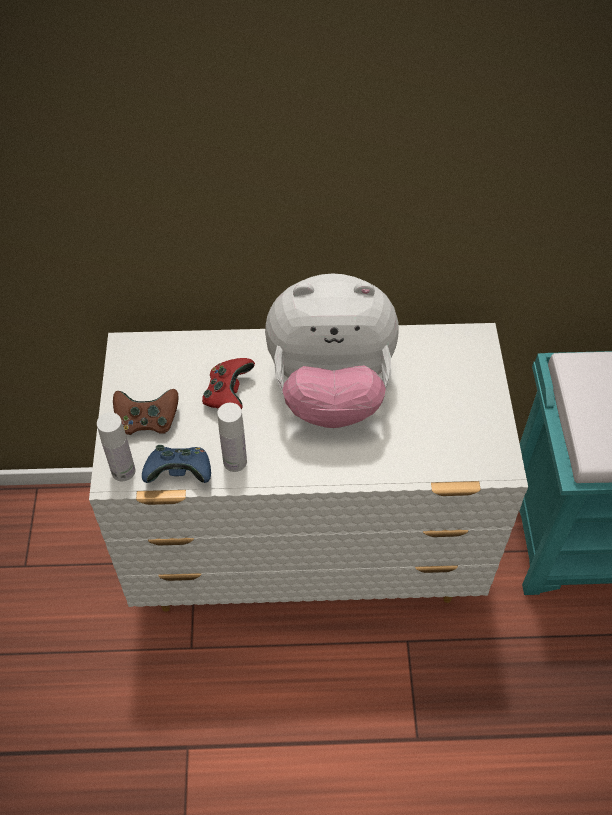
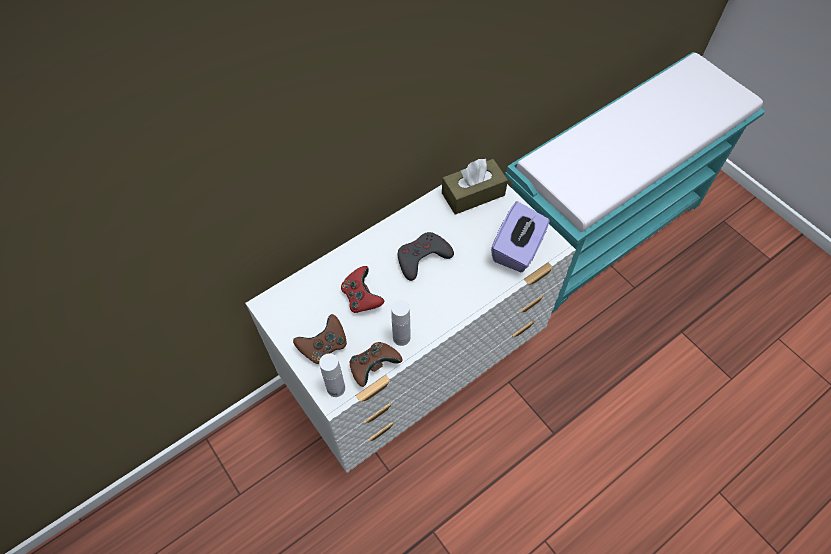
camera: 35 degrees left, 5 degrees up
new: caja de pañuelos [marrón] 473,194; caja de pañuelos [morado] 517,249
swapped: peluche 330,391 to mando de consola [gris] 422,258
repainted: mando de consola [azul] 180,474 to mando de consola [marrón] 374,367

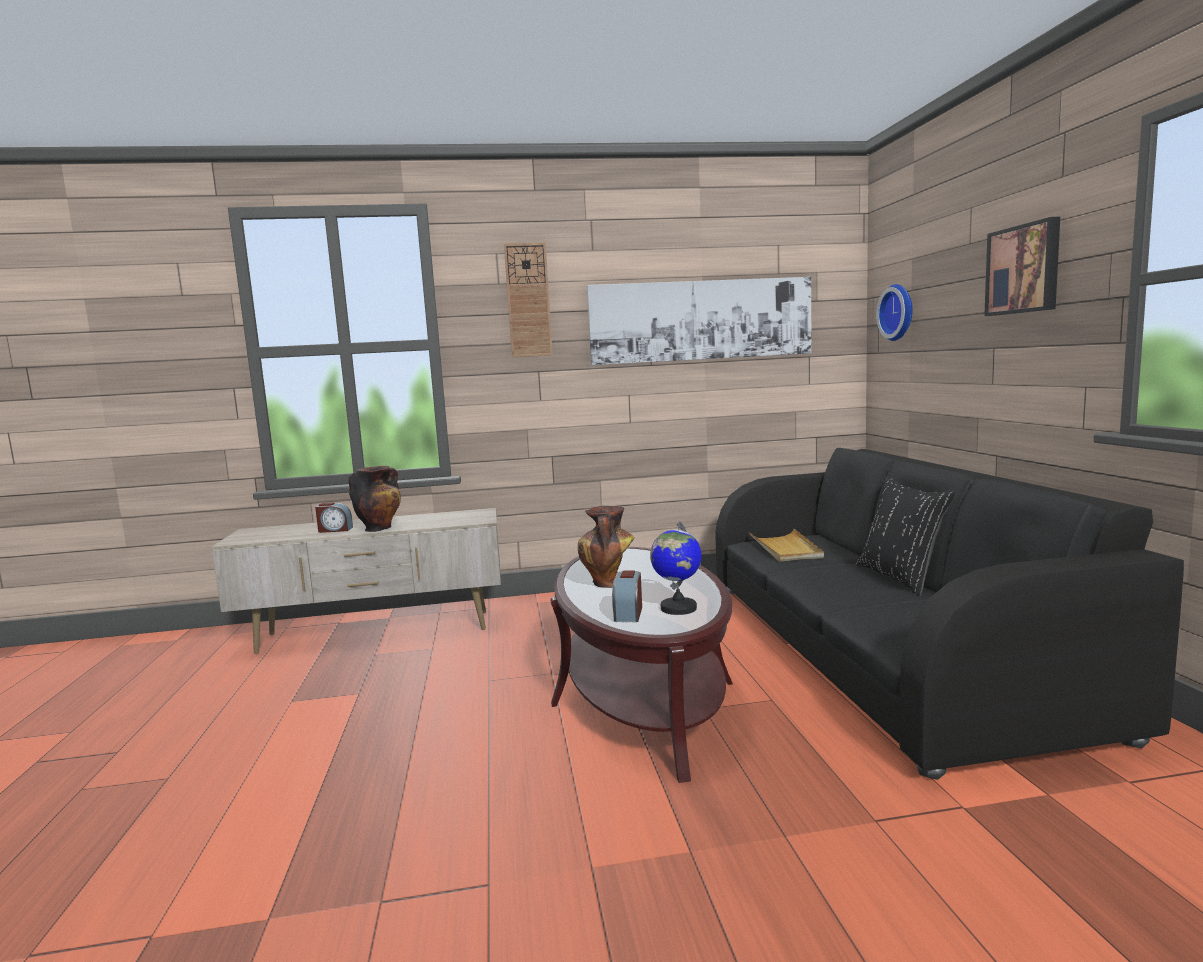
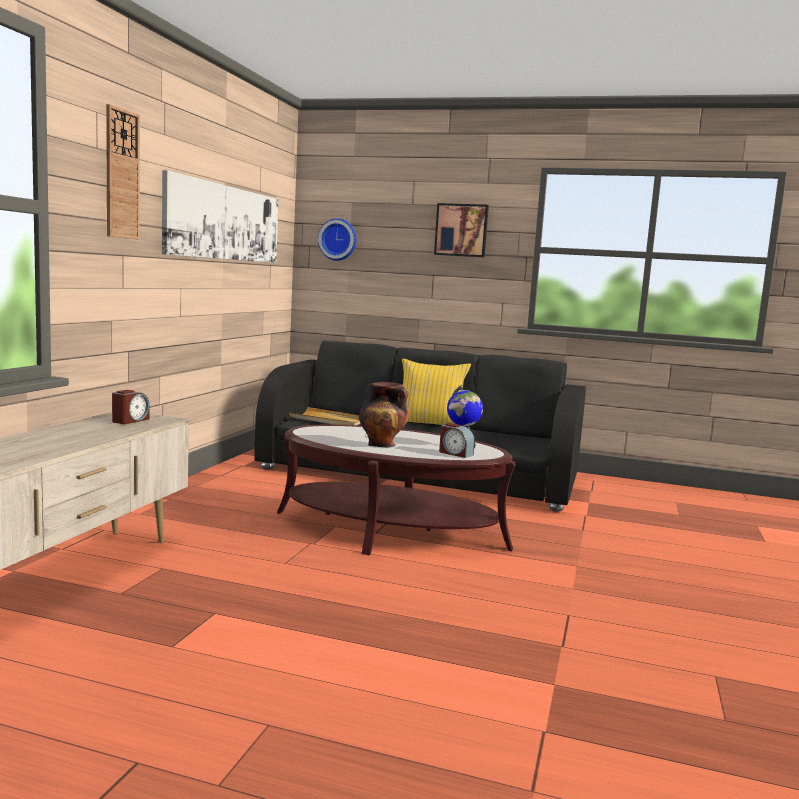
camera: 65 degrees left, 0 degrees up
gone: florero 379,528
shifted: despertador 335,530 to 130,420
repainted: cojín [negro] 901,578 to cojín [amarillo] 429,425

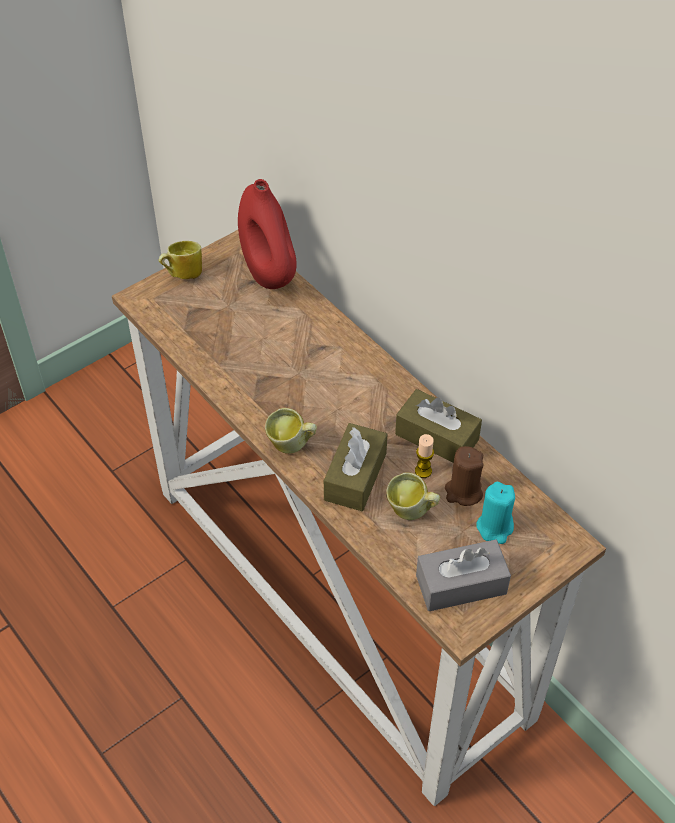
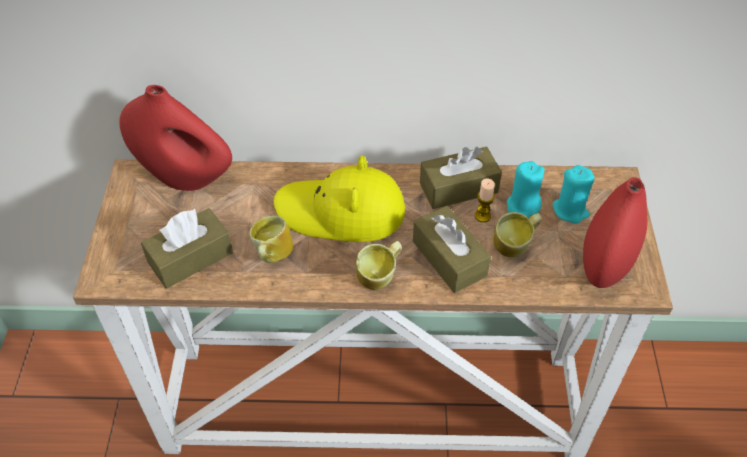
camera: 50 degrees left, 0 degrees up
new: caja de pañuelos [marrón] 190,258; sombrero [amarillo] 341,212
shifted: taza grande 182,274 to 271,256
swapped: caja de pañuelos [gris] 461,584 to florero [rojo] 605,263
repainted: vela [marrón] 463,492 to vela [turquesa] 523,206

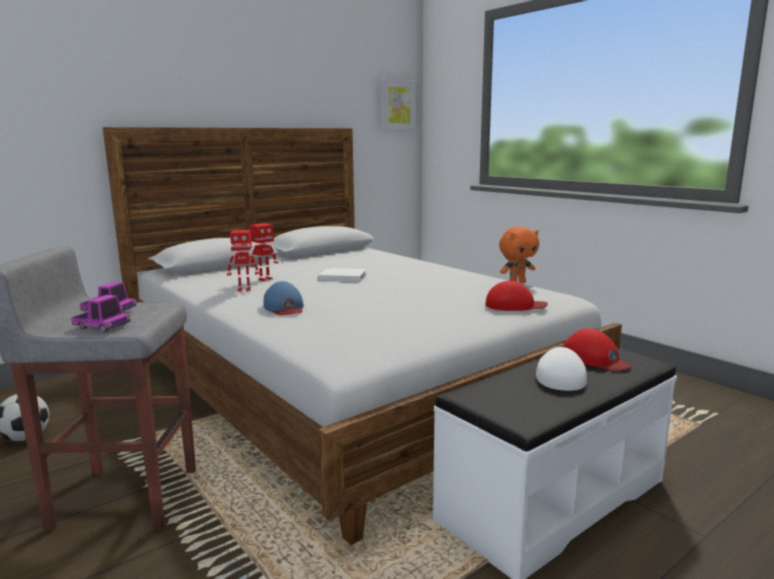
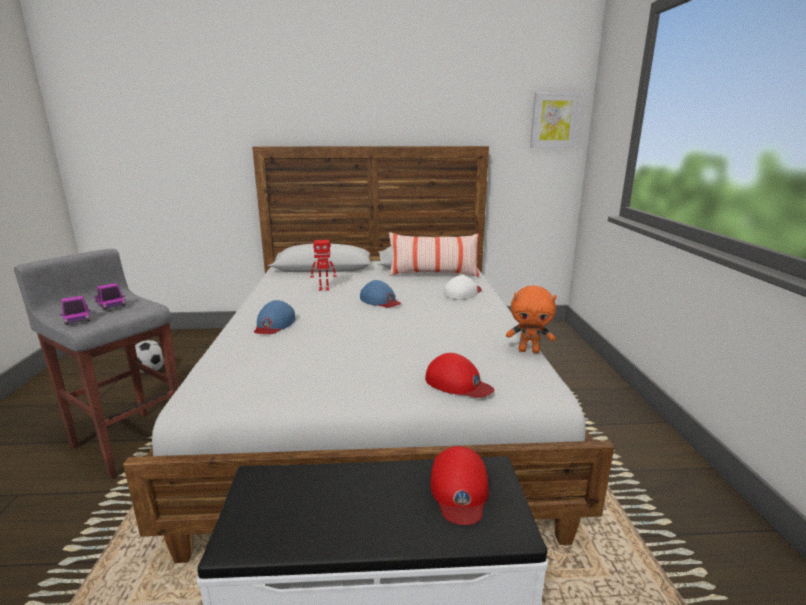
camera: 35 degrees right, 5 degrees up
gone: robot de juguete 244,289
new: cojín 433,274
shifted: gorra [blanco] 560,375 to 463,293
swapped: libro [blanco] 342,277 to gorra [azul] 380,300

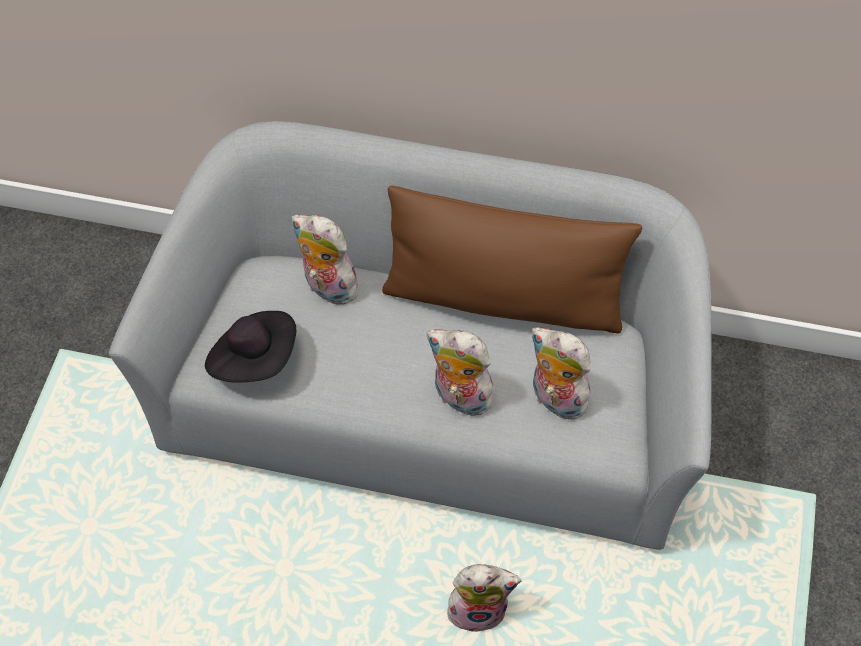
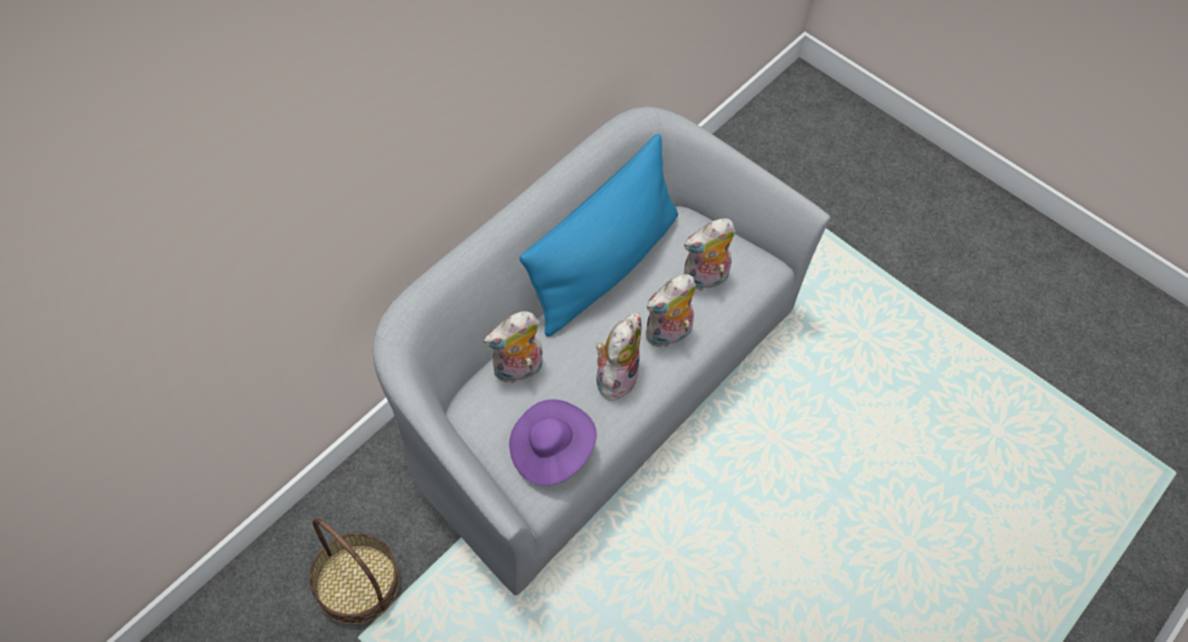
camera: 65 degrees left, 0 degrees up
new: cesta 356,583
shifted: peluche 478,608 to 615,376
repainted: sombrero [negro] 255,358 to sombrero [morado] 550,451; cojín [marrón] 503,298 to cojín [azul] 603,266

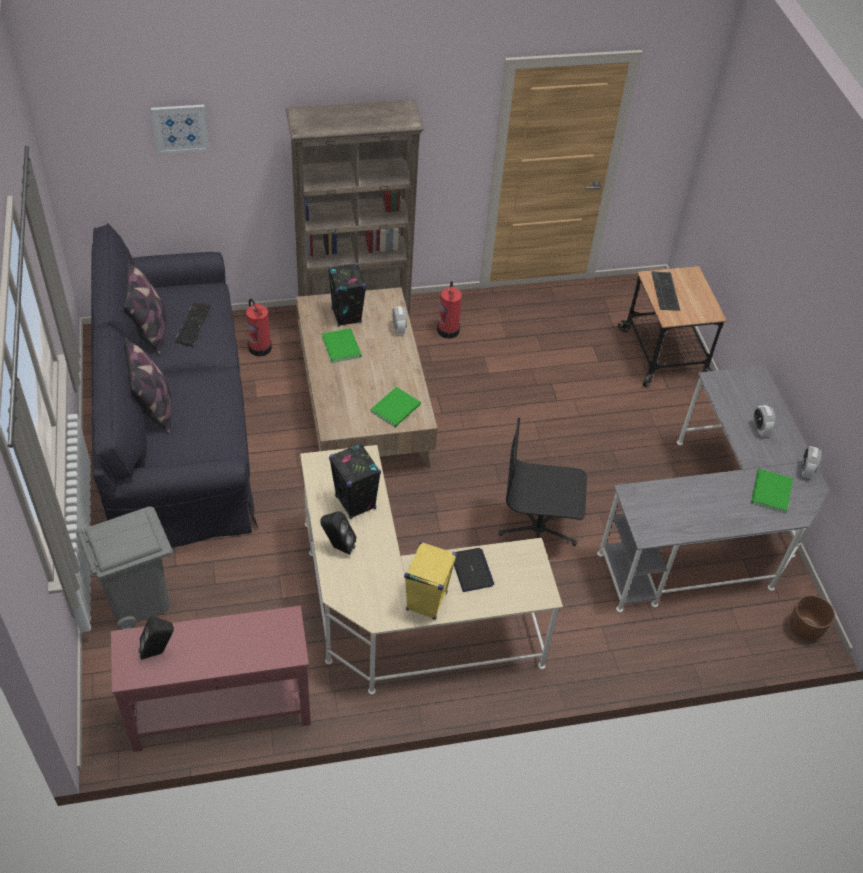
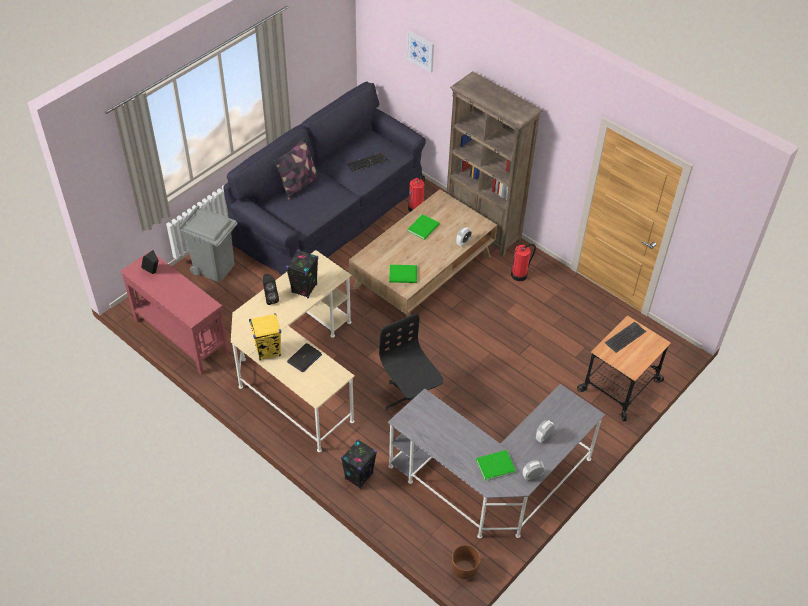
camera: 55 degrees right, 0 degrees up
gone: cojín 150,330
shifted: altavoz [negro] 346,315 to 359,476

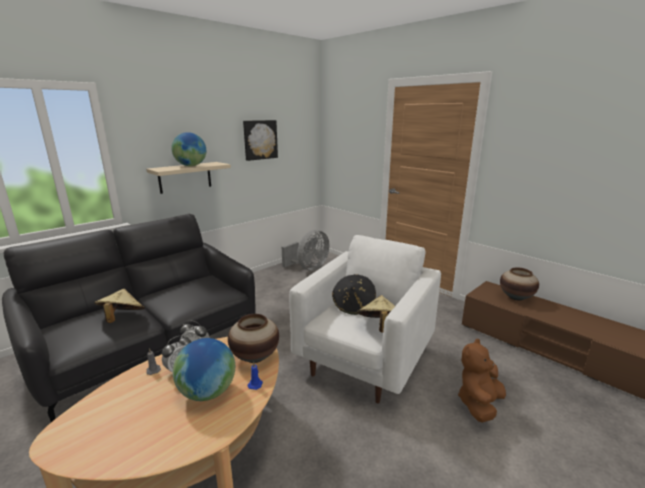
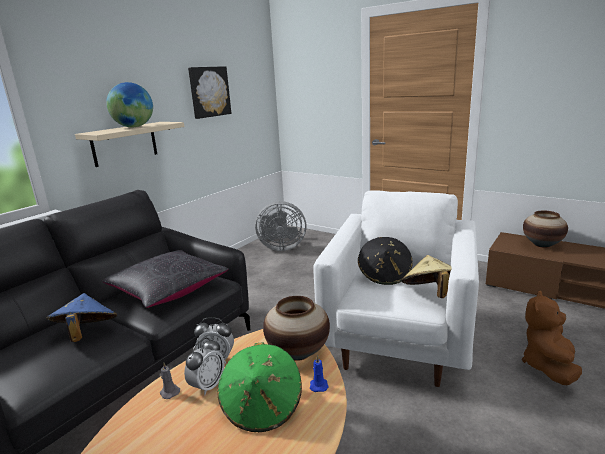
camera: 10 degrees left, 0 degrees up
new: cojín [negro] 168,289
swapped: globo terráqueo 208,392 to sombrero [verde] 262,406
repainted: sombrero [beis] 122,318 to sombrero [azul] 86,334
rotated: ventilador [gris] 308,268 = 281,247 60 degrees clockwise

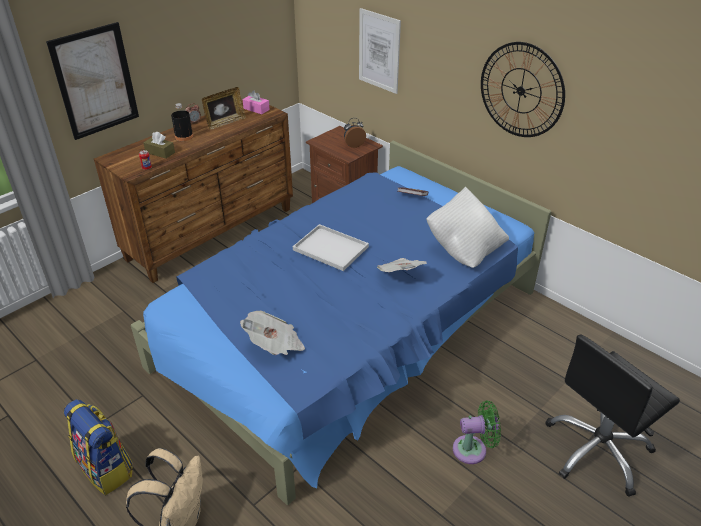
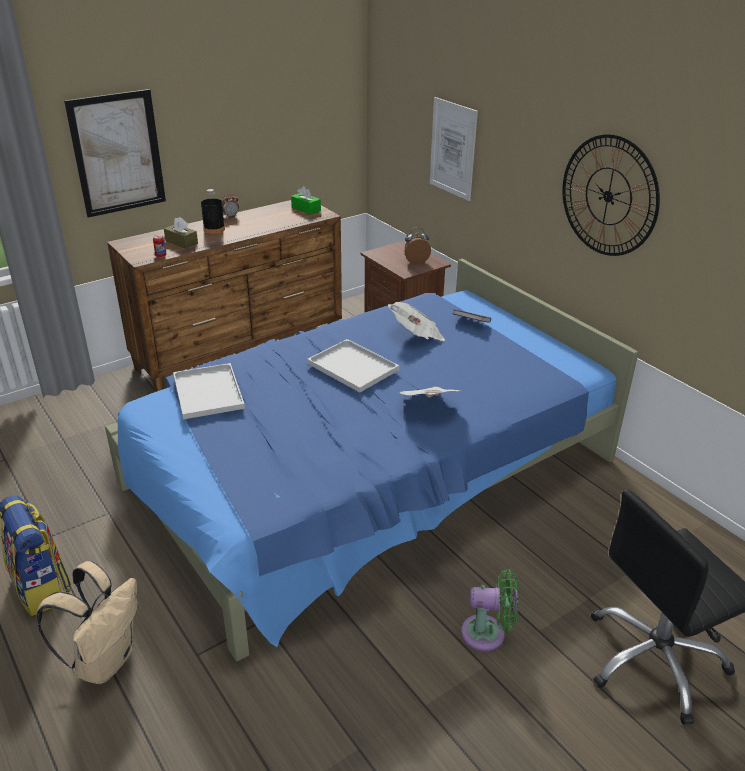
camera: 10 degrees right, 5 degrees down
gone: portarretratos 225,123; cojín [blanco] 464,248
new: bandeja [blanco] 209,393
shifted: periódico 275,345 to 416,335
repainted: caja de pañuelos [rosa] 256,109 to caja de pañuelos [verde] 306,209

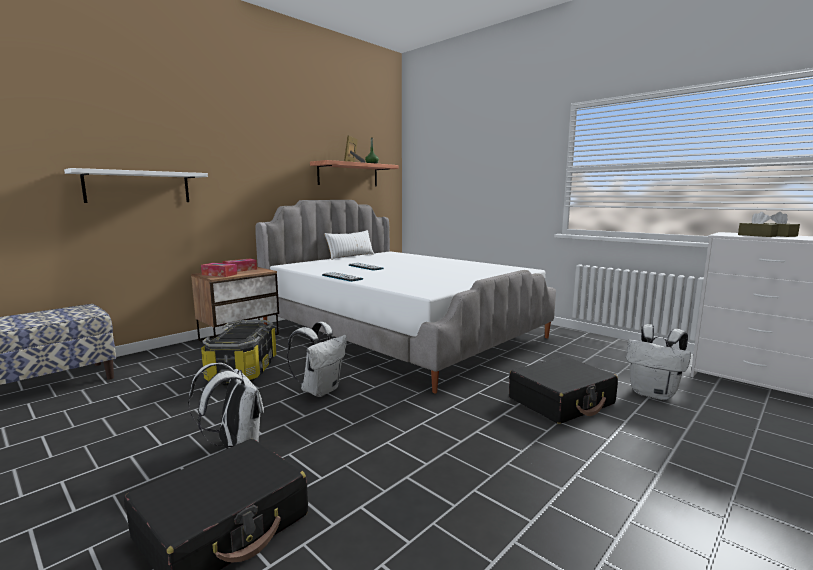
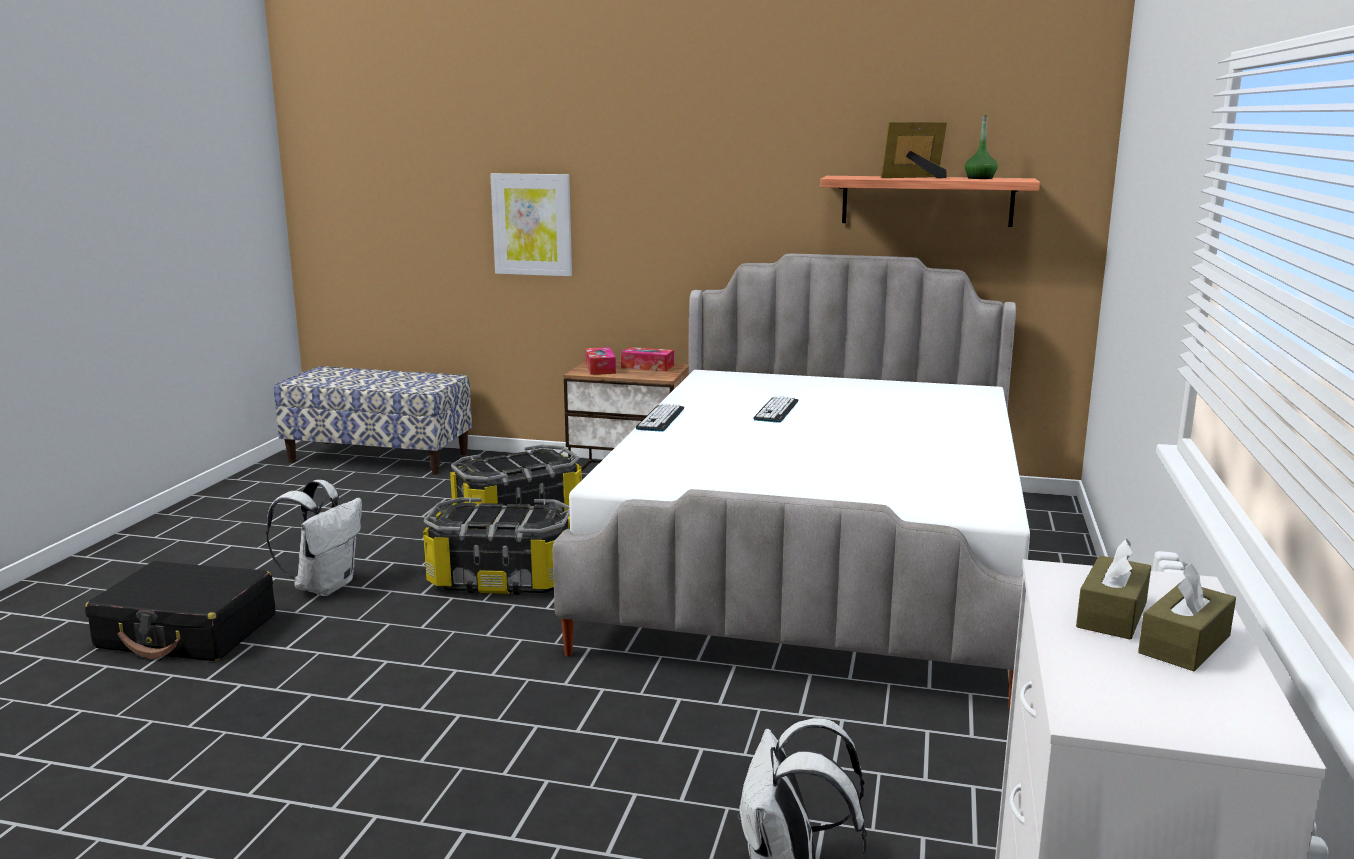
camera: 60 degrees right, 5 degrees up
gone: cojín [blanco] 350,256; maleta [negro] 561,401
swapped: mochila [blanco] 320,390 to caja de almacenaje 502,579; estante [blanco] 138,187 to cuadro 532,224

